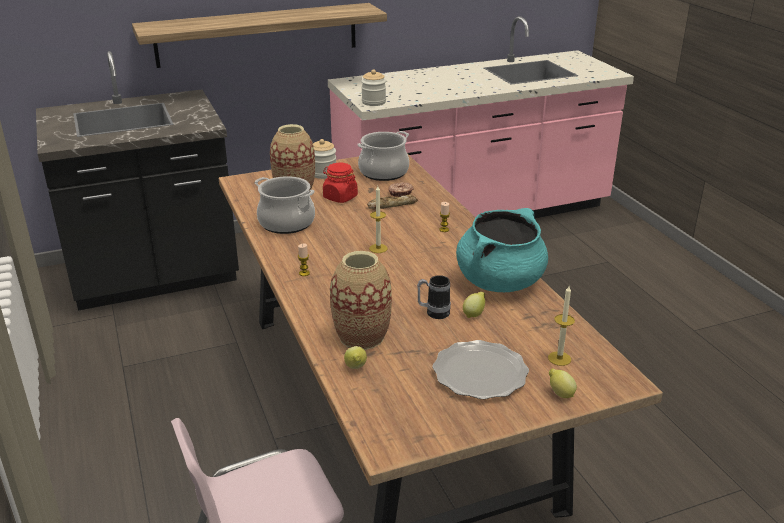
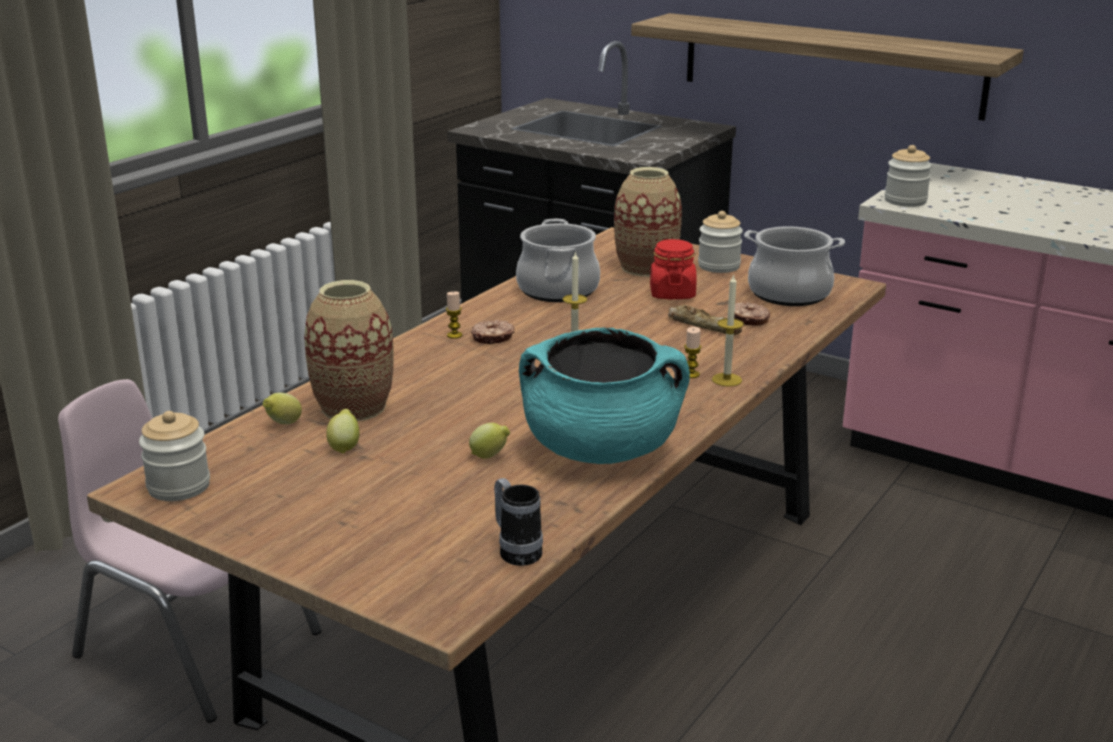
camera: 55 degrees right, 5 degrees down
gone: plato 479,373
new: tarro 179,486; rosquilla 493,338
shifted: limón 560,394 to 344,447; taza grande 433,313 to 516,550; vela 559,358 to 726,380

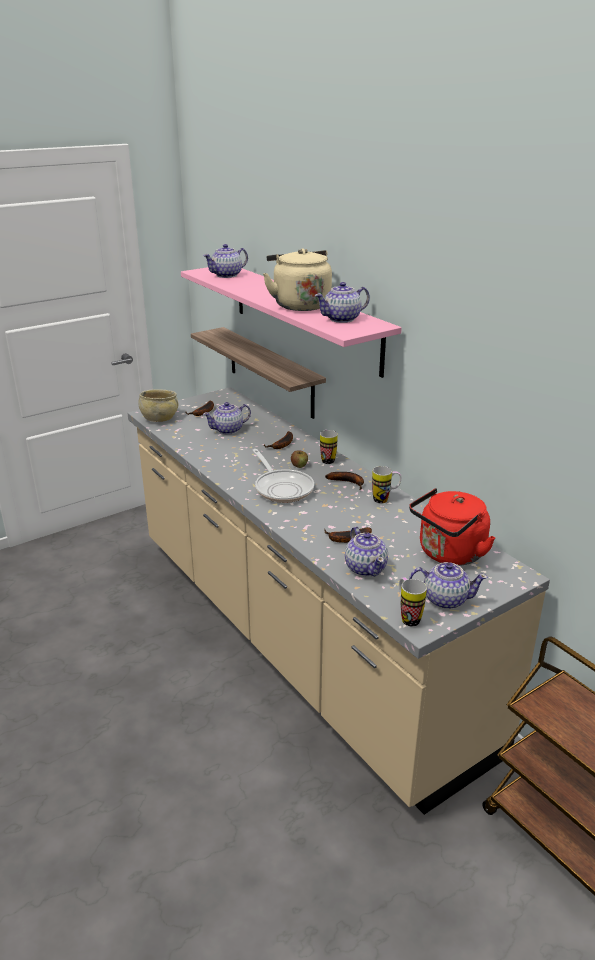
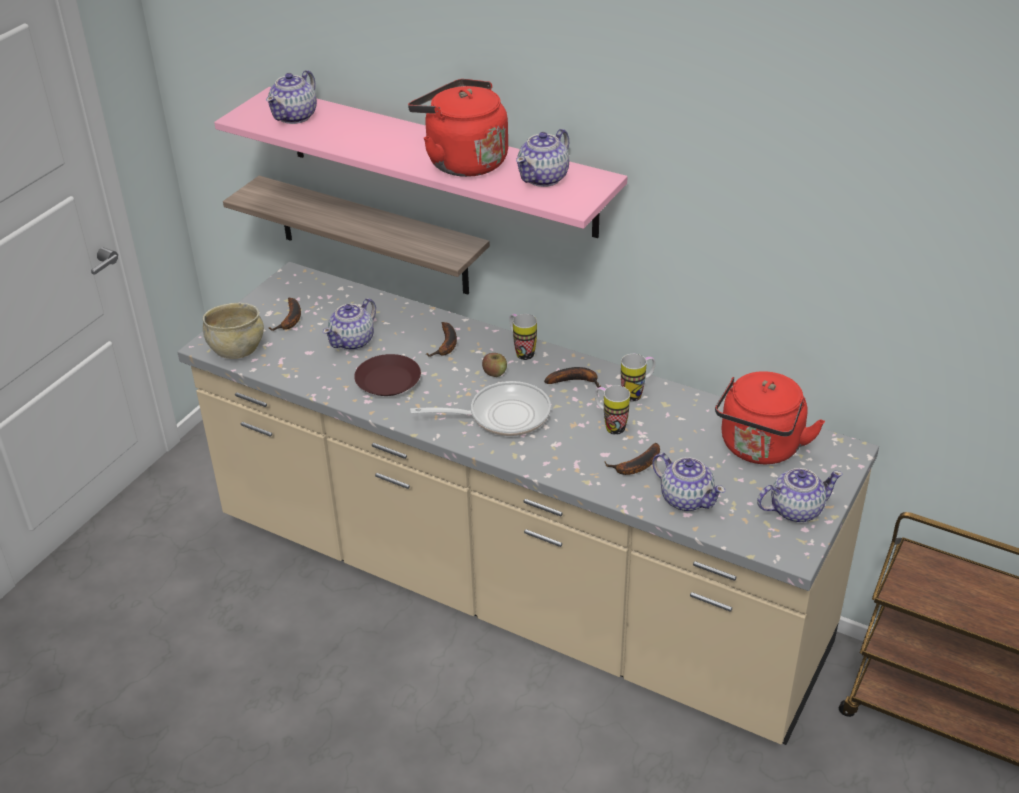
camera: 25 degrees left, 10 degrees up
new: plato [marrón] 388,381
shifted: taza grande 407,617 to 610,426
repainted: hervidor [beis] 299,305 to hervidor [rojo] 462,161
rotated: sartén 282,488 = 502,415 45 degrees counterclockwise

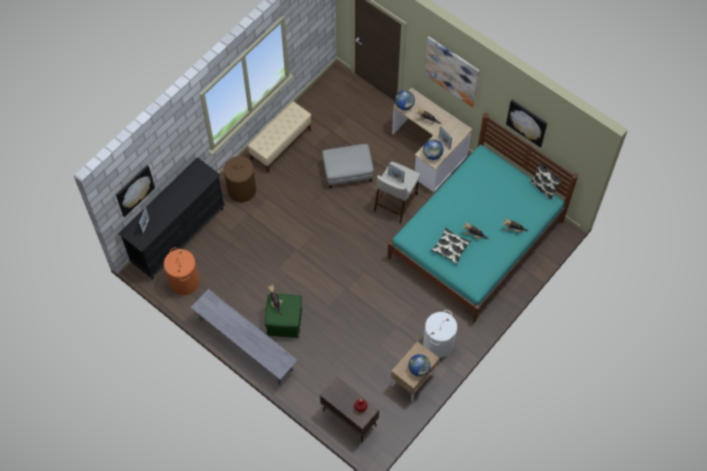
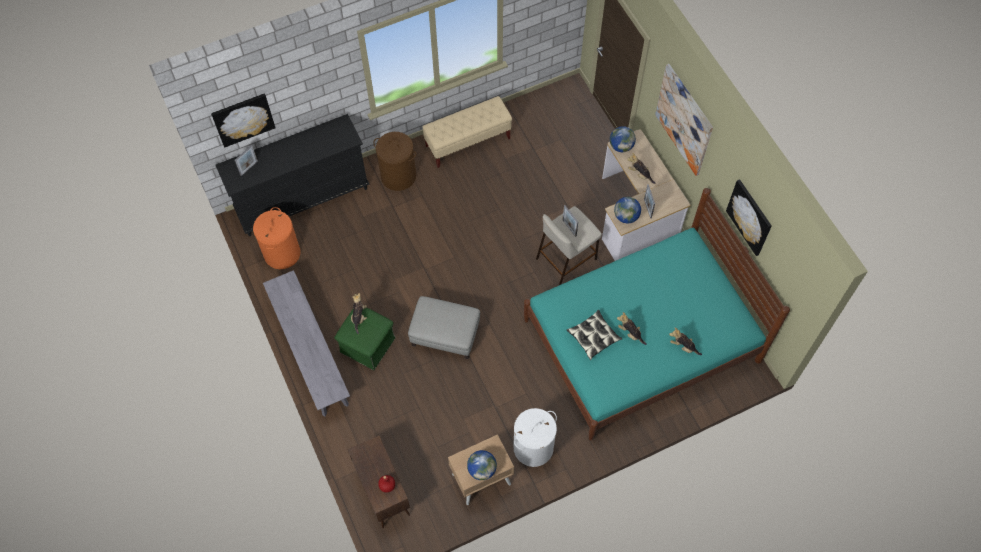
camera: 25 degrees right, 0 degrees up
gone: cojín 543,188
shifted: puf [gris] 348,172 to 445,334

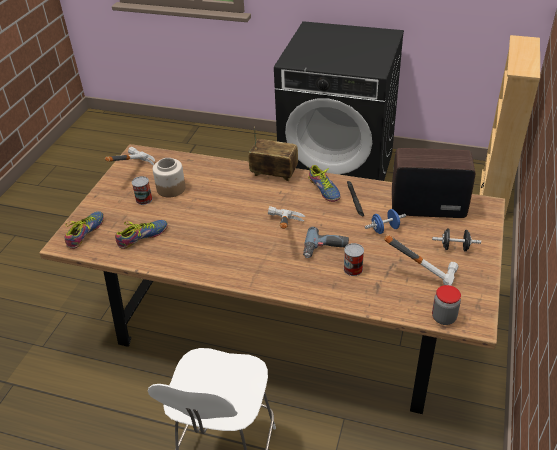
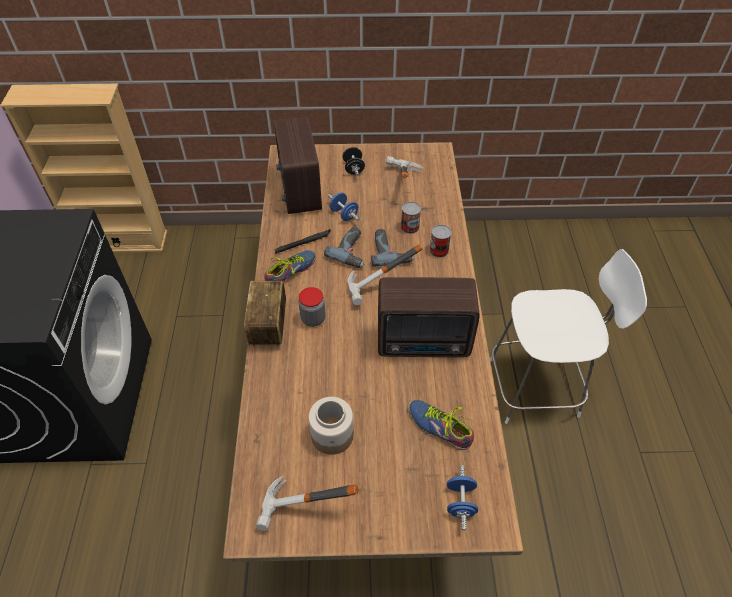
camera: 110 degrees left, 10 degrees up
new: taladro 353,251; radio 425,343
shifted: tarro 443,318 to 313,319; lata 144,199 to 439,250
swapped: zapato 87,233 to mancuerna [azul] 460,502

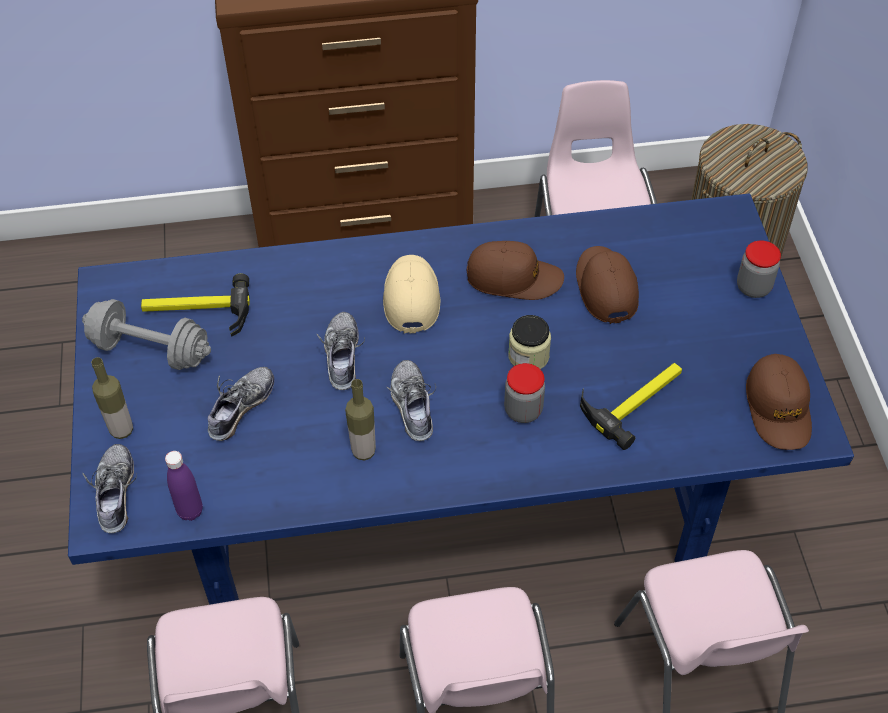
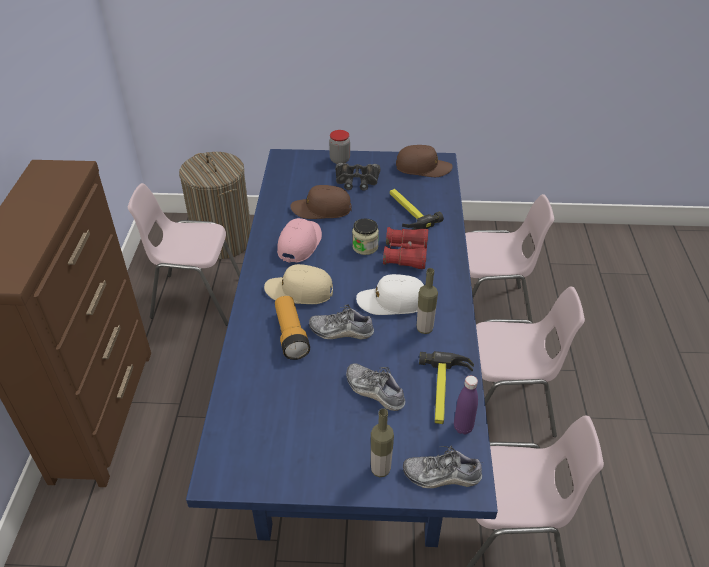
camera: 80 degrees left, 10 degrees down
gone: mancuerna [gris] 150,350
new: linterna 291,335; prismáticos [negro] 357,180
shifted: martillo 196,312 to 444,391
swapped: zapato 412,405 to gorra [blanco] 392,302; tarro 523,410 to prismáticos [rojo] 406,255
repainted: gorra [marrón] 514,278 to gorra [rosa] 300,244

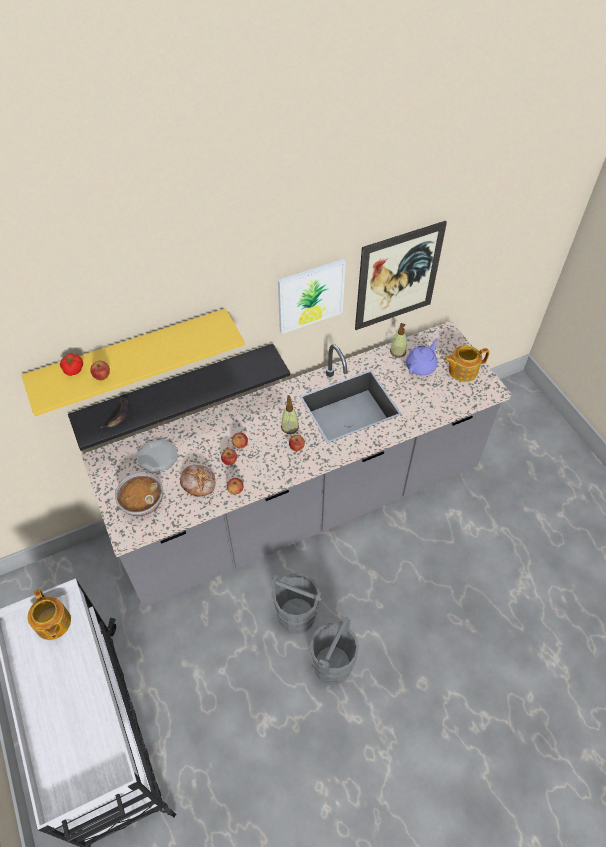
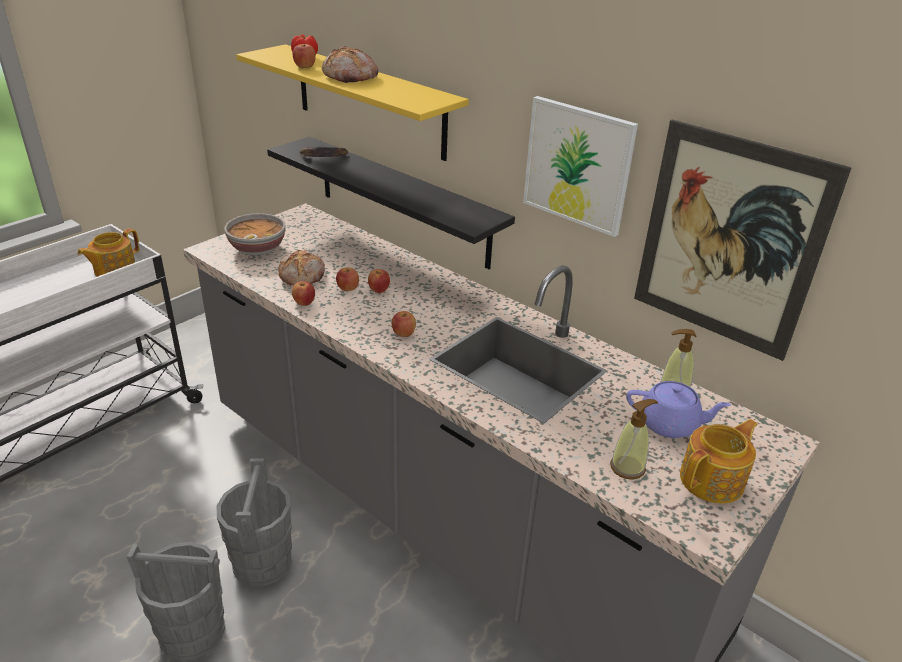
camera: 65 degrees right, 20 degrees down
gone: plato 158,456
new: pan 350,77
shifted: dispensador de jabón 289,427 to 628,467
rotated: tetera 462,370 = 713,480 90 degrees clockwise

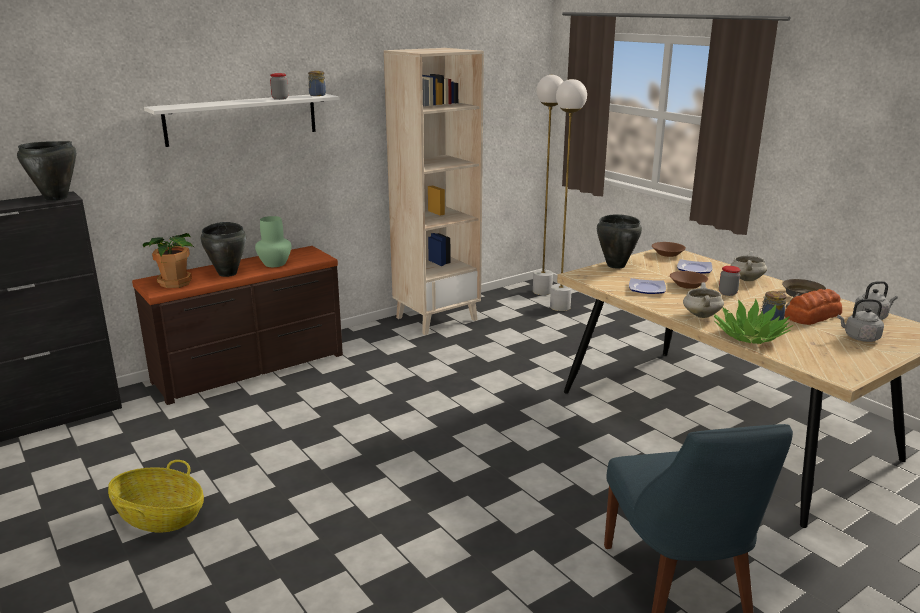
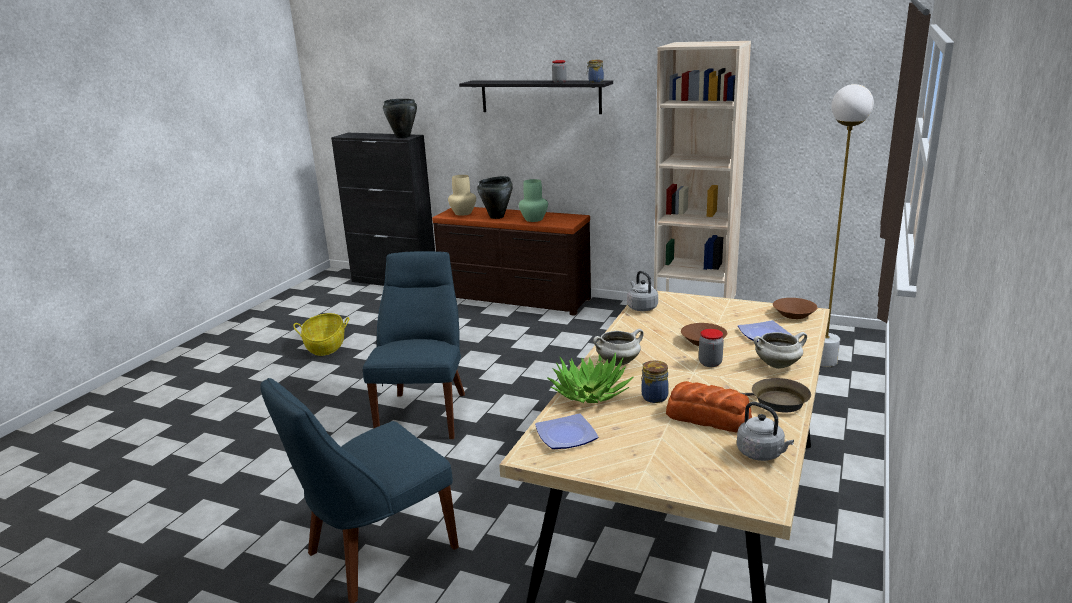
camera: 60 degrees right, 0 degrees up
gone: lámpara de pie [blanco] 542,291; olla [negro] 615,265
new: silla [azul] 424,412
shifted: plato 646,289 to 565,435; hervidor [gris] 859,338 to 641,307
swapped: planta en maceta 175,283 to florero [beis] 463,213
repainted: estante [blanco] 242,119 to estante [negro] 540,96

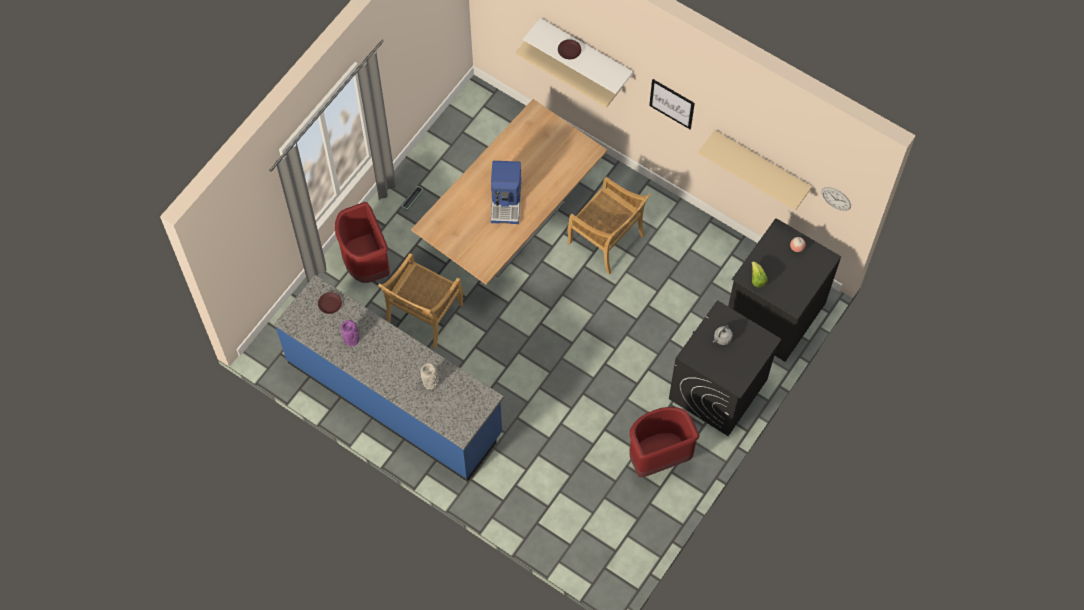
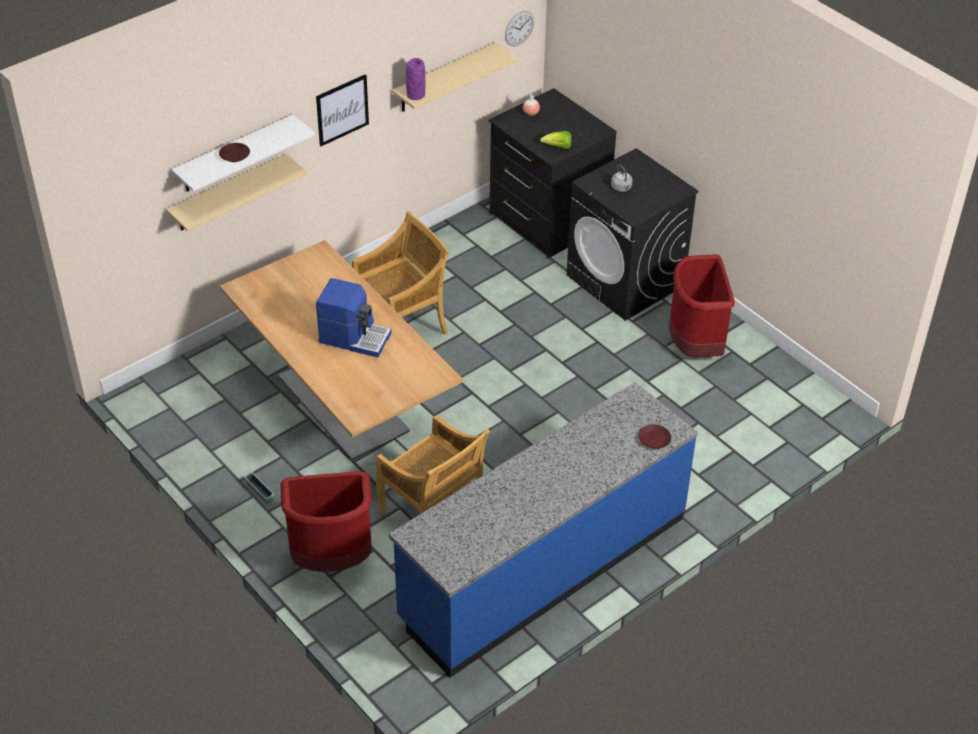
camera: 75 degrees left, 20 degrees down
gone: florero [gris] 431,382
shifted: florero [morado] 352,339 to 415,95; plato [marrón] 330,304 to 654,439

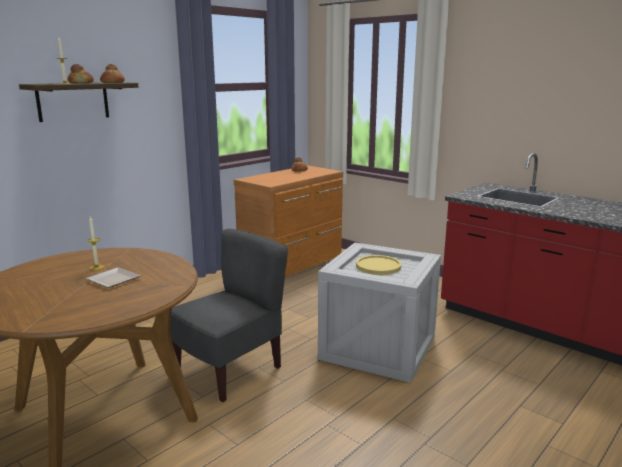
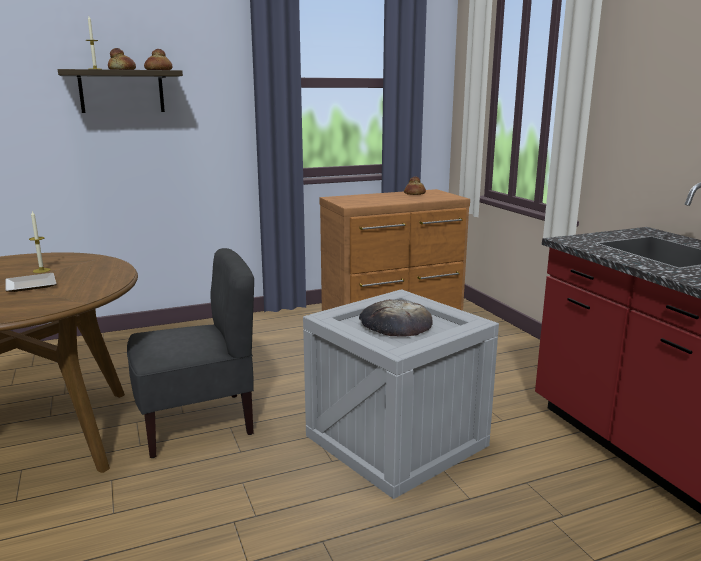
camera: 25 degrees right, 0 degrees up
swapped: plato [amarillo] 378,266 to pan 395,324

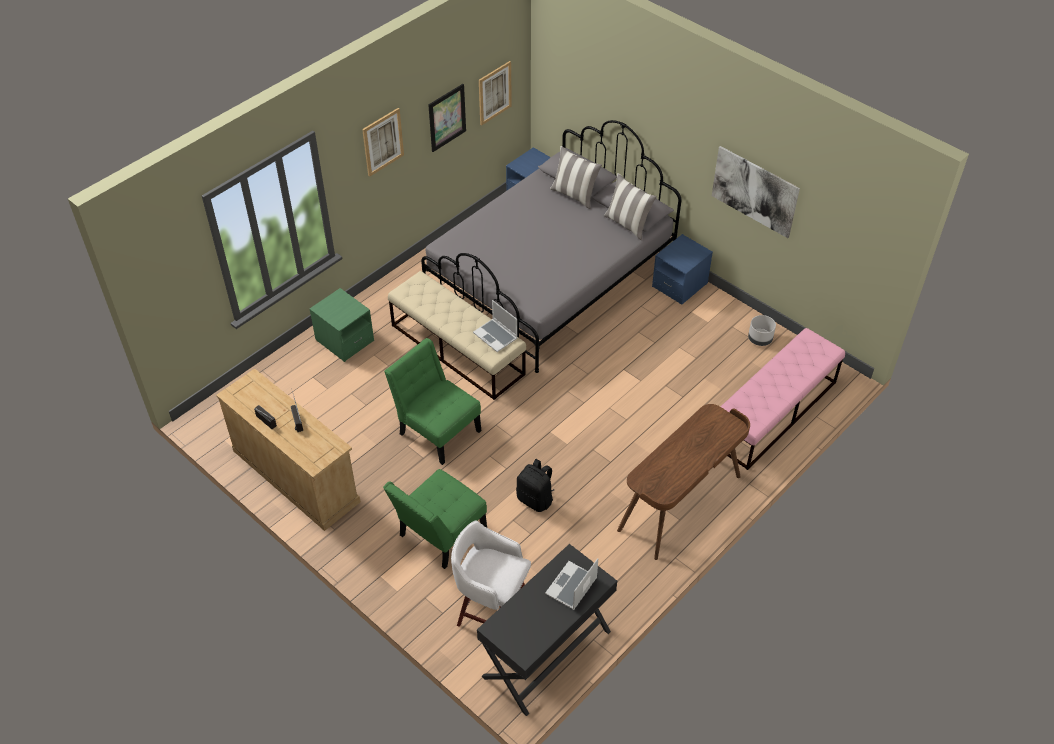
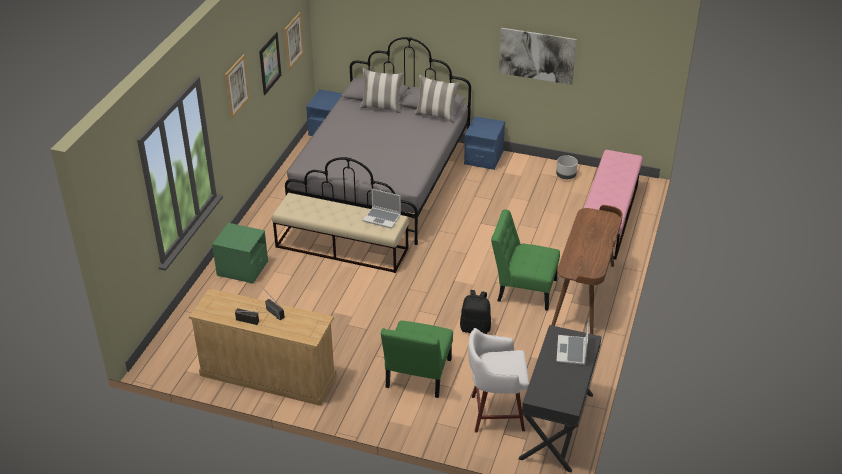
camera: 25 degrees left, 10 degrees down
shifted: silla [verde] 437,429 to 523,289

